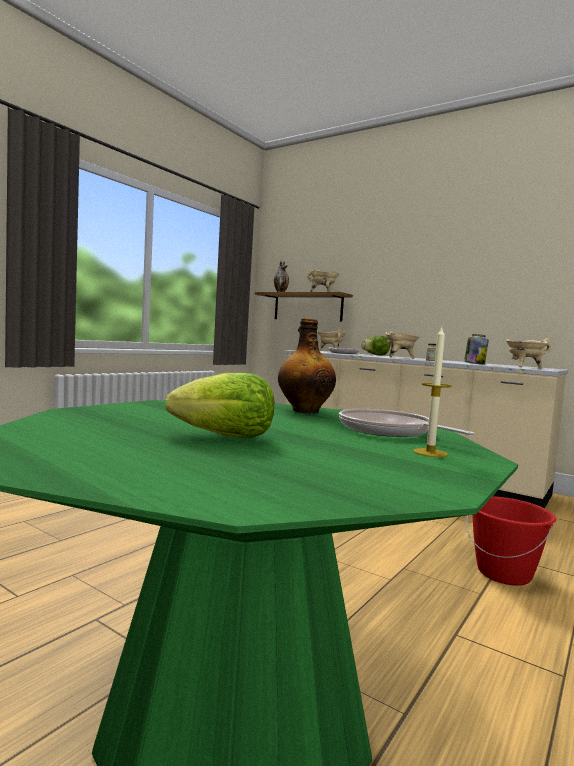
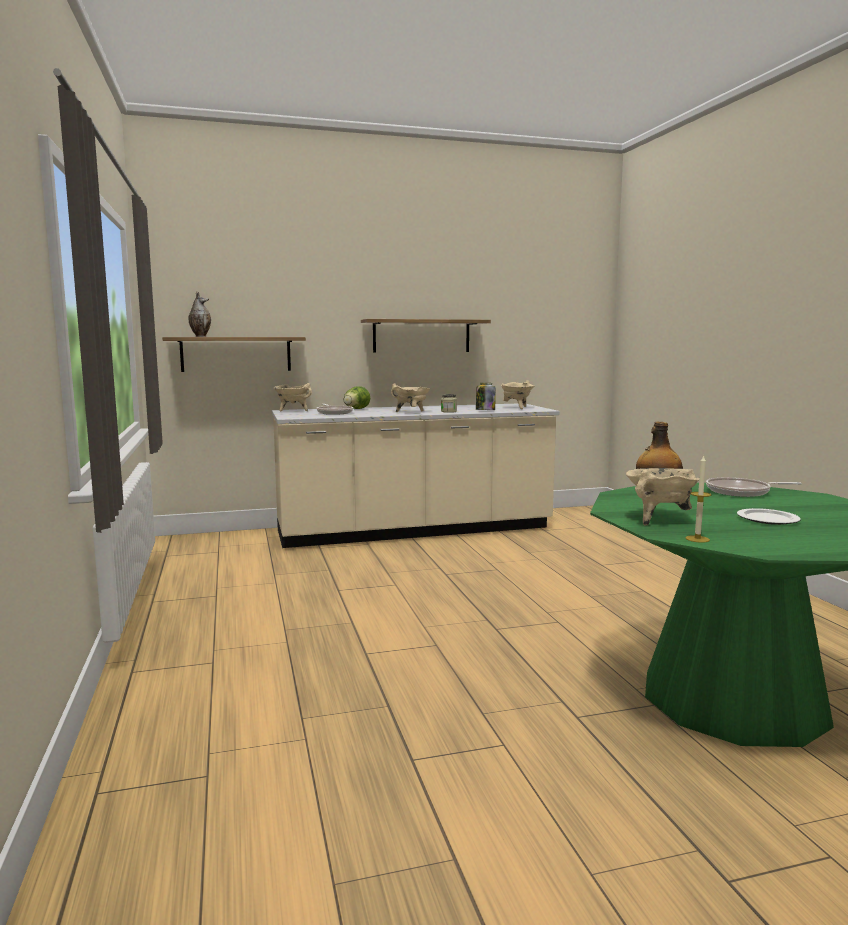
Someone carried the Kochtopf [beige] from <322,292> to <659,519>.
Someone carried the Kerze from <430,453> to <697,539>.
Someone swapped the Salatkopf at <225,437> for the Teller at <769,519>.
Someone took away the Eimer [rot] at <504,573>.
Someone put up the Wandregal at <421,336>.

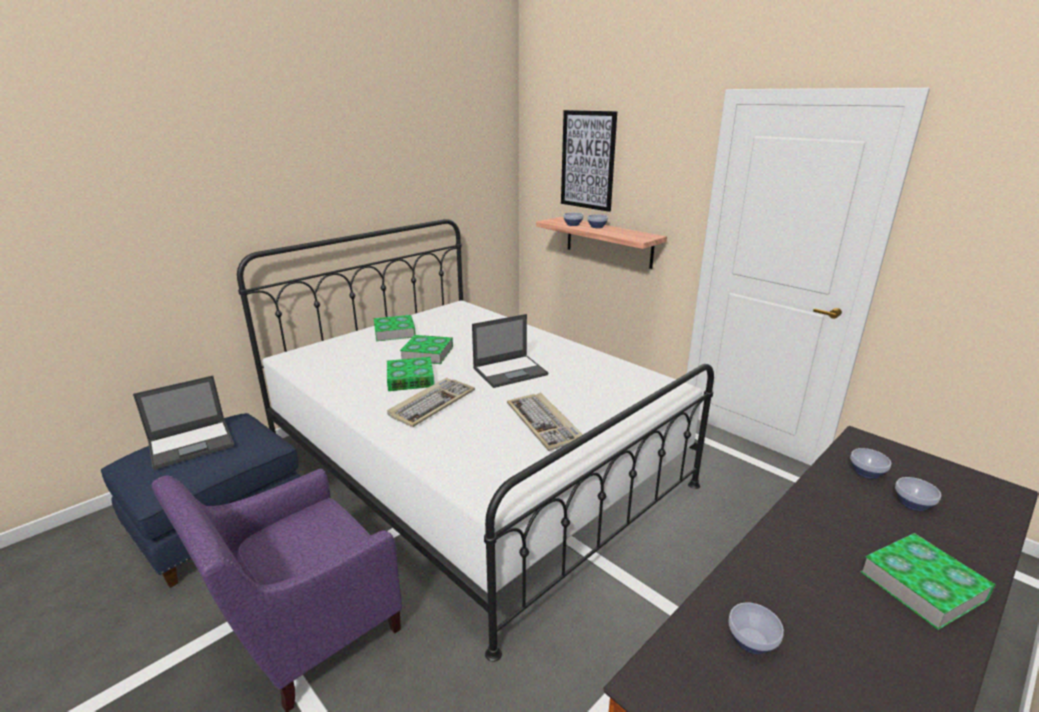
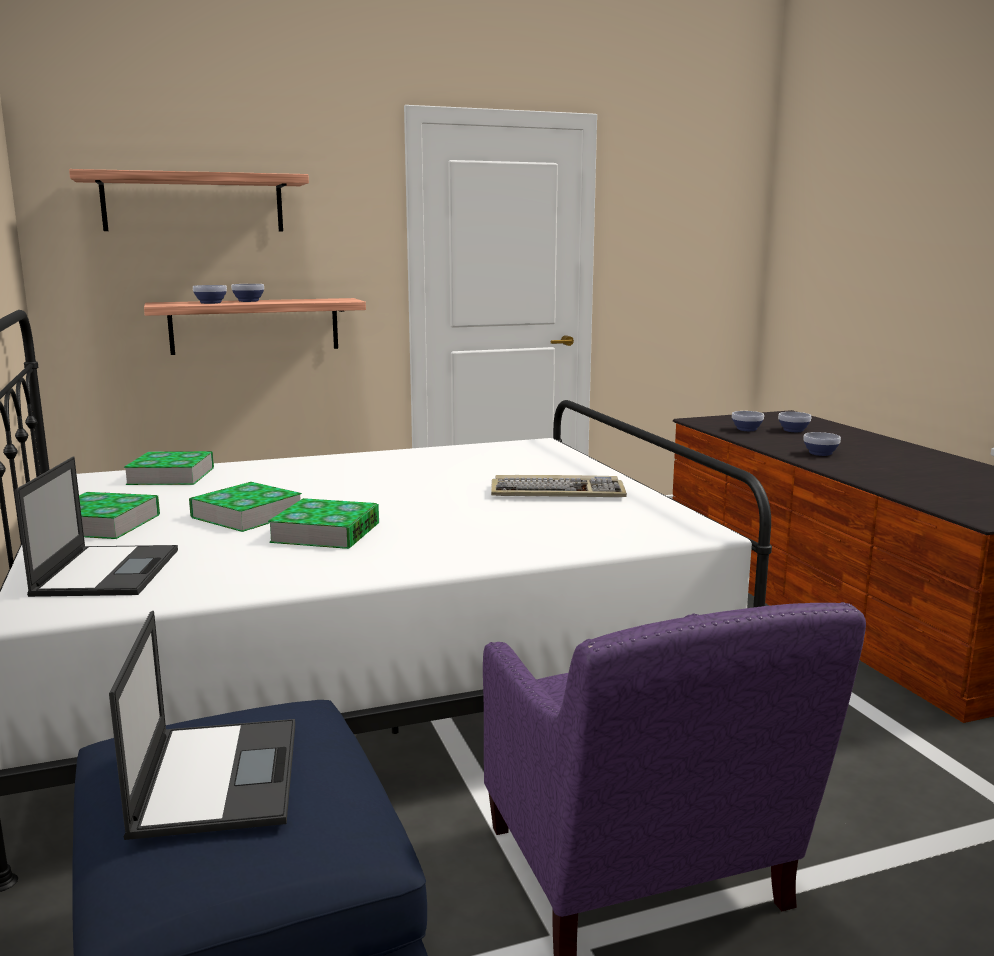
Someone swapped the Bild at <588,160> for the Wandregal at <193,203>.
Someone carried the Laptop from <510,371> to <107,571>.
Someone took away the Tastatur at <432,404>.
Someone carried the Buch from <922,585> to <171,476>.
Someone carried the Schüssel from <753,642> to <821,453>.

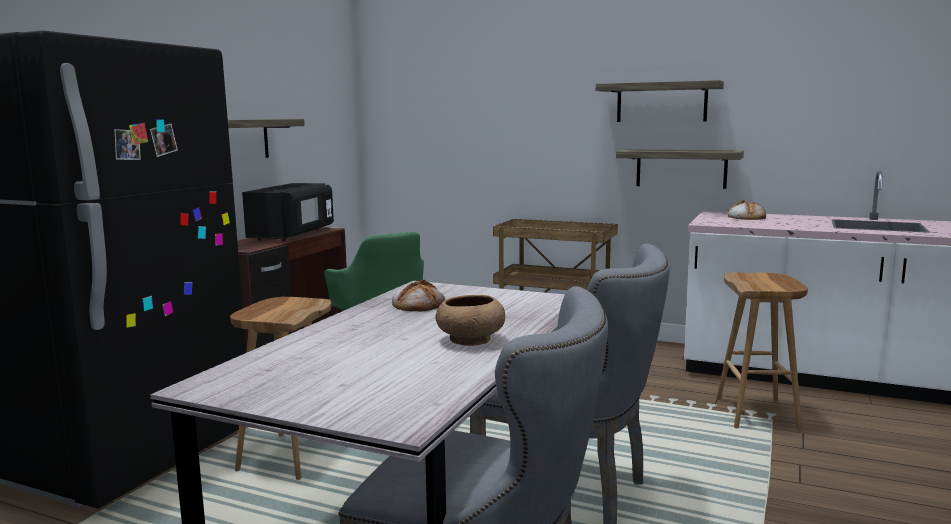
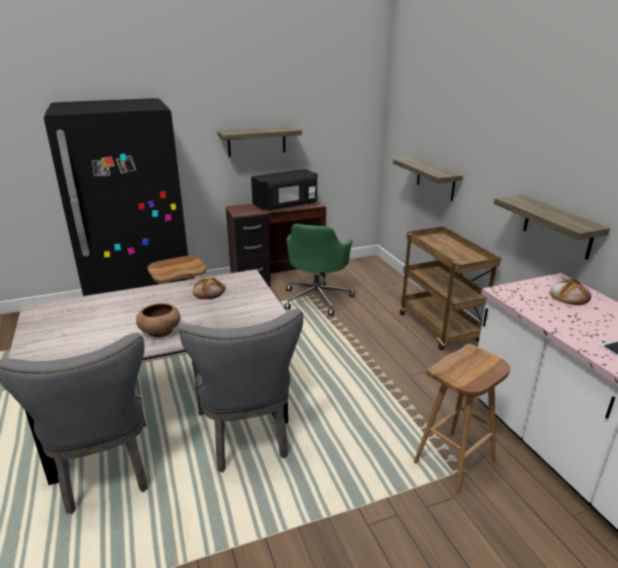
Someone carried the Wandregal from <661,102> to <435,178>.

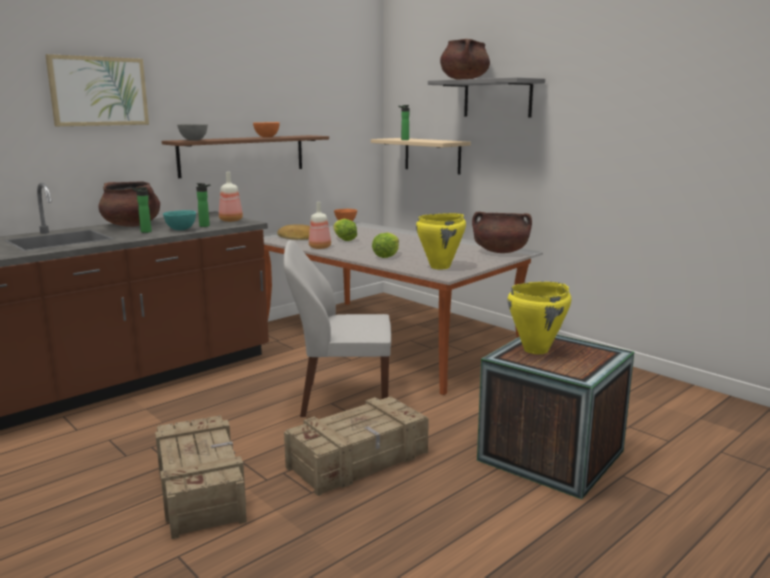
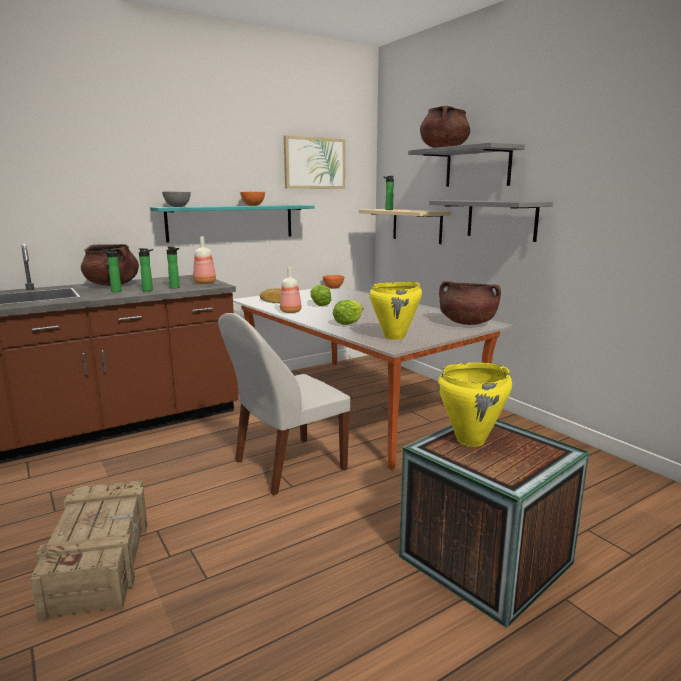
Someone carried the Bild from <99,91> to <314,163>.
Someone repainted the Wandregal [braun] at <243,155>, which became the Wandregal [türkis] at <231,222>.
Someone swapped the Schüssel [türkis] at <181,229> for the Flasche at <149,290>.
Someone rotated the Stuhl [weiß] at <342,399> by 45 degrees counterclockwise.
Someone took away the Kiste at <359,459>.
Someone put up the Wandregal [grau] at <501,219>.

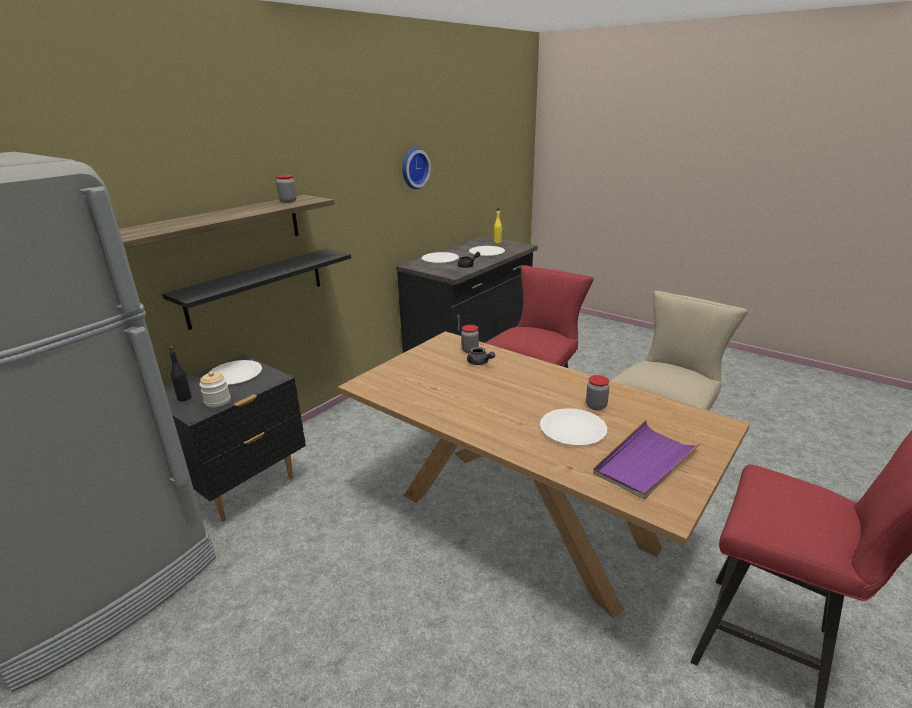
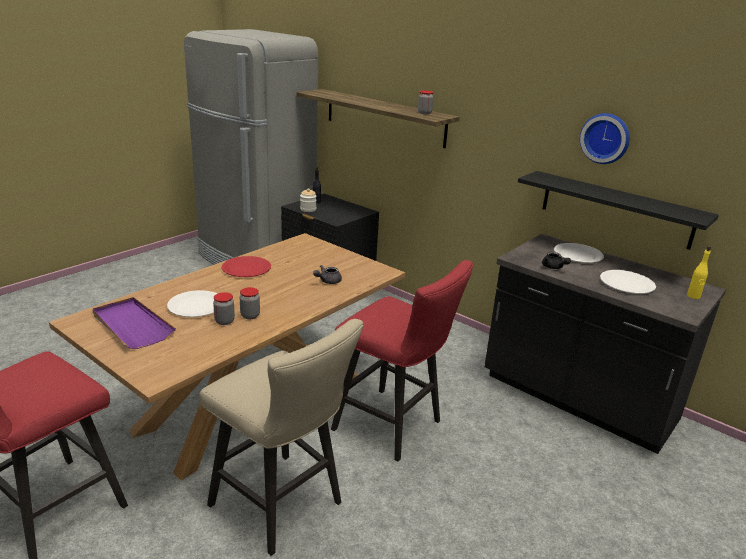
Someone carried the Wandregal [schwarz] from <256,287> to <615,209>.
Someone carried the Vorratsglas from <470,350> to <250,315>.
Someone took away the Teller [weiß] at <235,374>.
Someone put down the Teller [rot] at <246,268>.

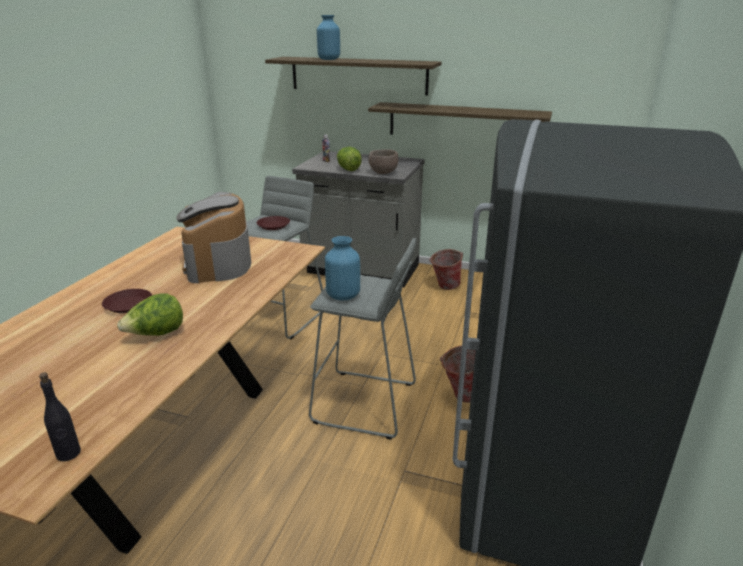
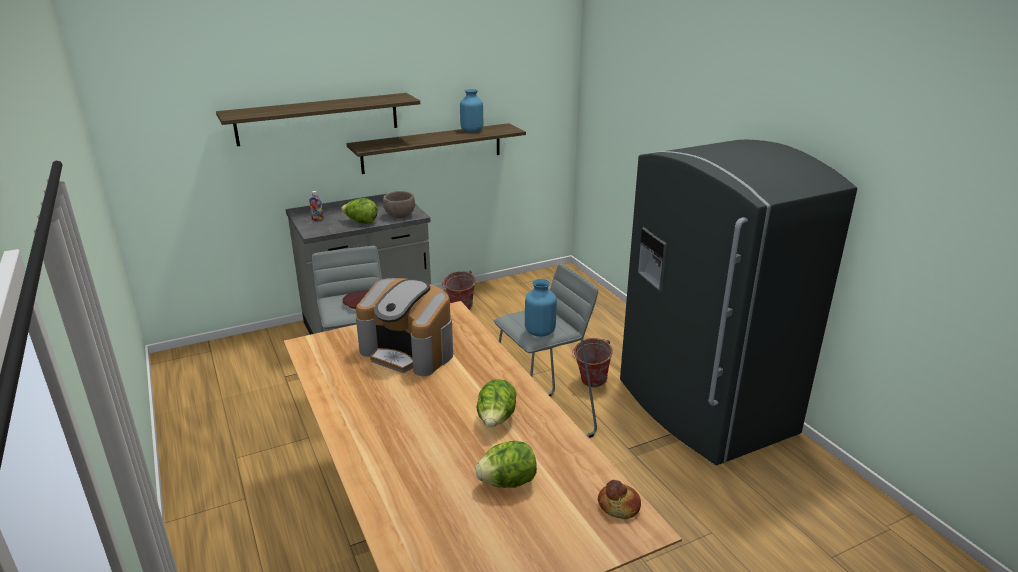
Someone carried the Vase [blau] from <329,59> to <472,131>.
Someone took away the Teller [braun] at <129,304>.
Someone swapped the Flasche [schwarz] at <68,454> for the Brot at <619,505>.
Someone put down the Salatkopf at <508,482>.

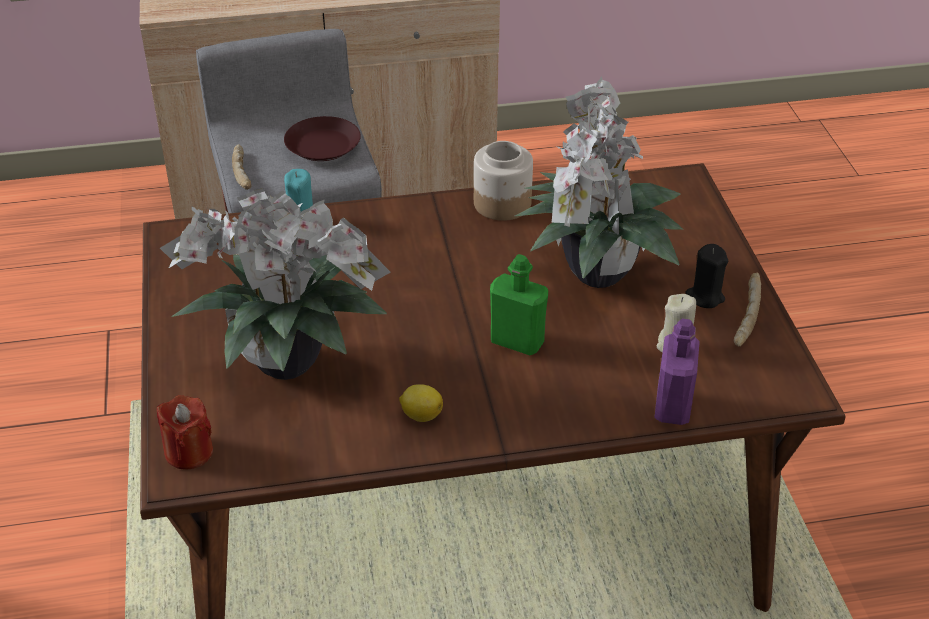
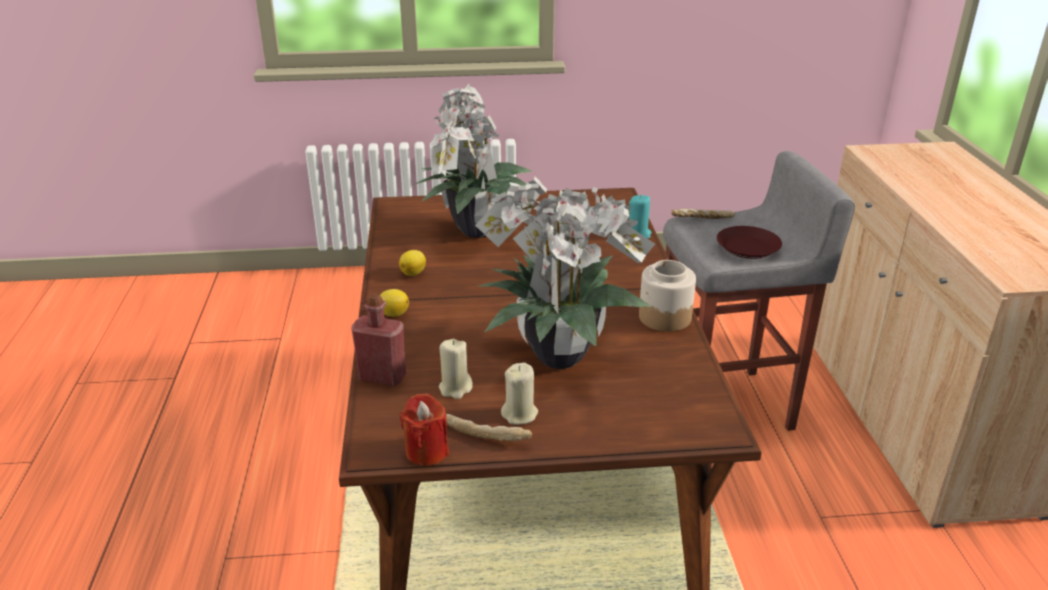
Someone repainted the Kerze [schwarz] at <705,297>, which became the Kerze [beige] at <520,414>.
Someone took away the Flasche [grün] at <517,342>.
Someone repainted the Flasche [lila] at <672,407>, which became the Flasche [rot] at <382,377>.
Someone carried the Kerze [rot] from <189,452> to <426,451>.
Someone put down the Zitrone at <393,314>.

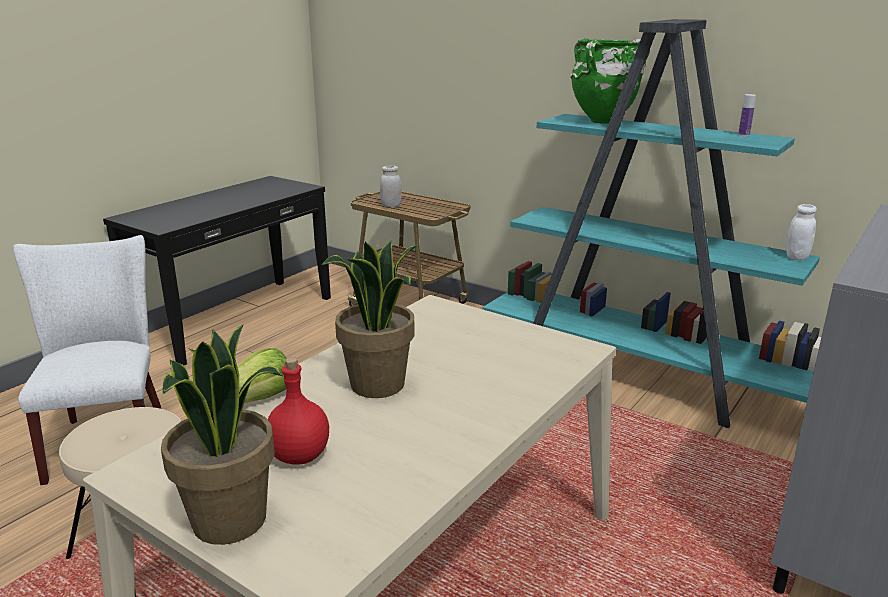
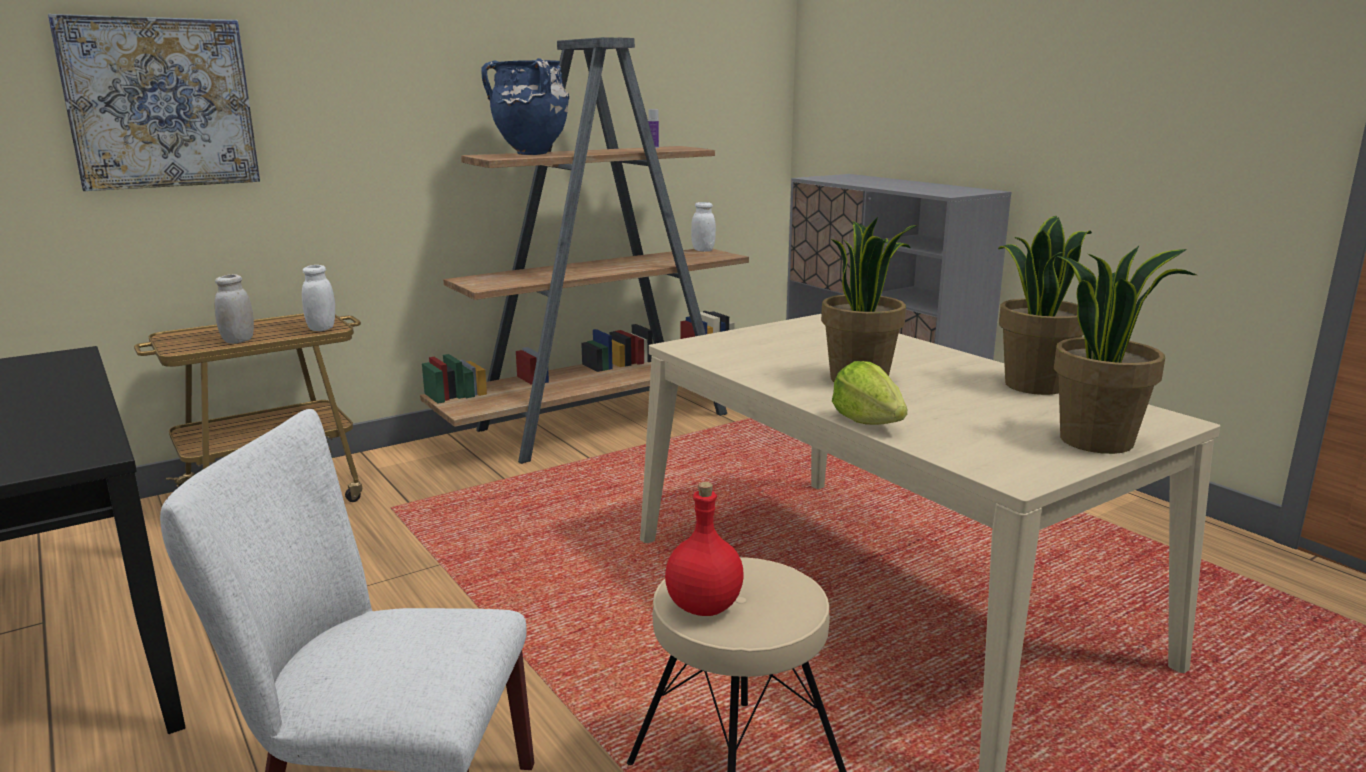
Someone repainted the Bücherregal [türkis] at <638,374>, which became the Bücherregal [braun] at <608,421>.
Someone repainted the Vase [grün] at <601,122>, which became the Vase [blau] at <532,154>.
Someone carried the Flasche [rot] from <300,456> to <705,606>.
Someone put up the Bild at <160,103>.
Someone put down the Topfpflanze at <1034,385>.
Someone put down the Vorratsglas [weiß] at <322,328>.

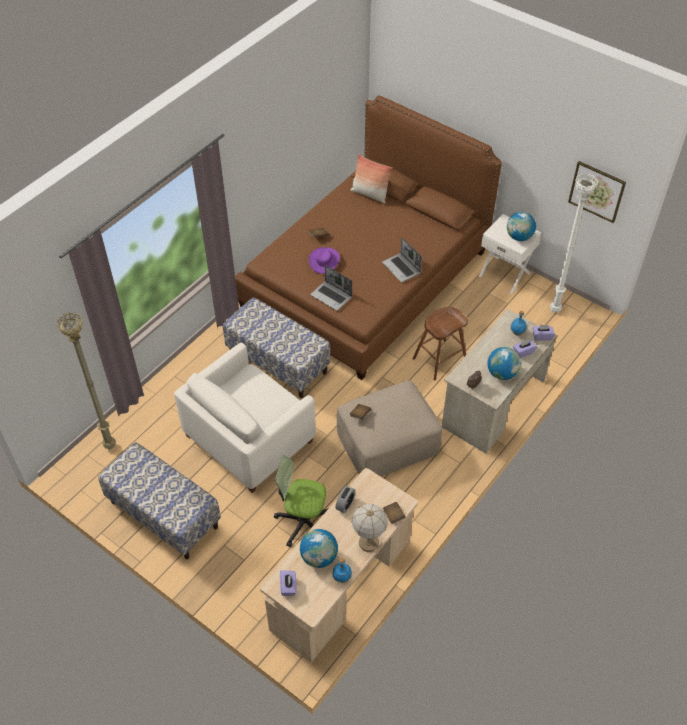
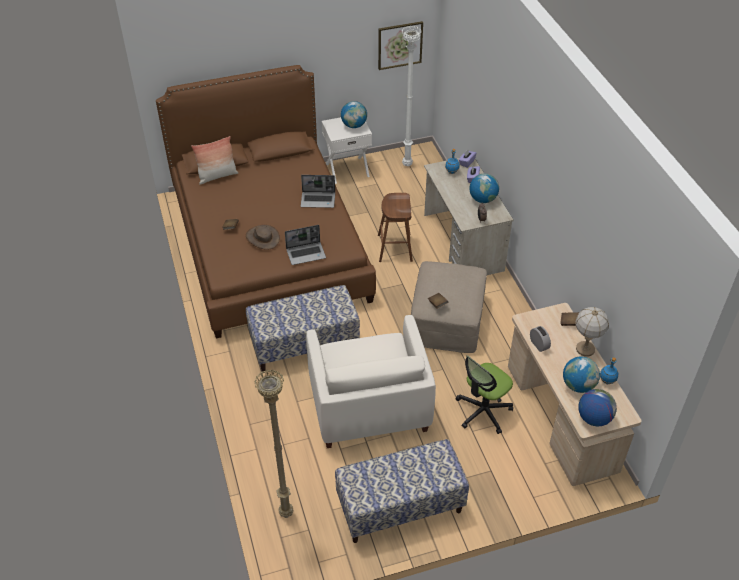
Someone repainted the Hut [lila] at <324,260>, which became the Hut [braun] at <263,238>.
Someone swapped the Taschentuchbox [lila] at <288,587> for the Globus at <594,418>.

